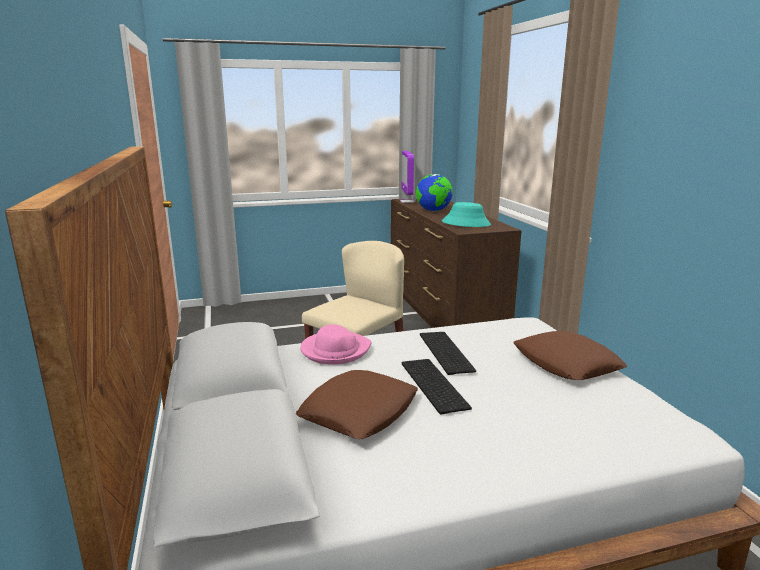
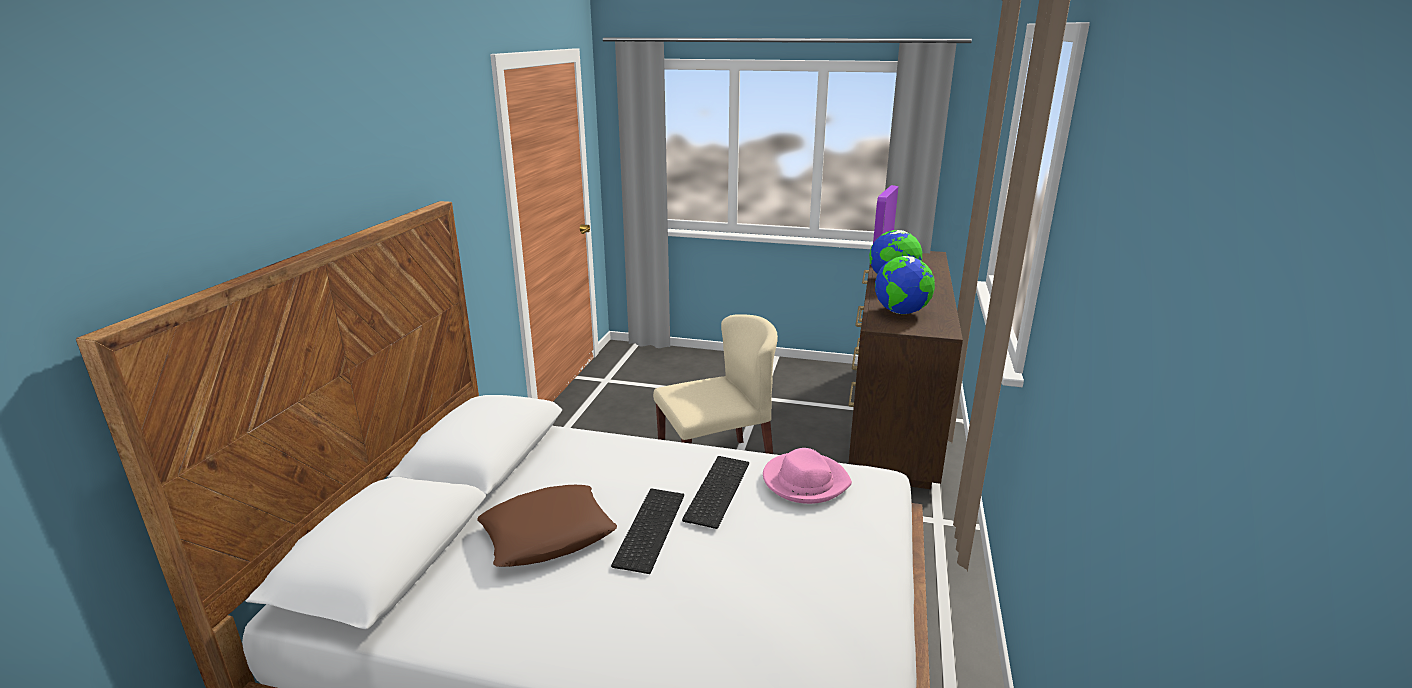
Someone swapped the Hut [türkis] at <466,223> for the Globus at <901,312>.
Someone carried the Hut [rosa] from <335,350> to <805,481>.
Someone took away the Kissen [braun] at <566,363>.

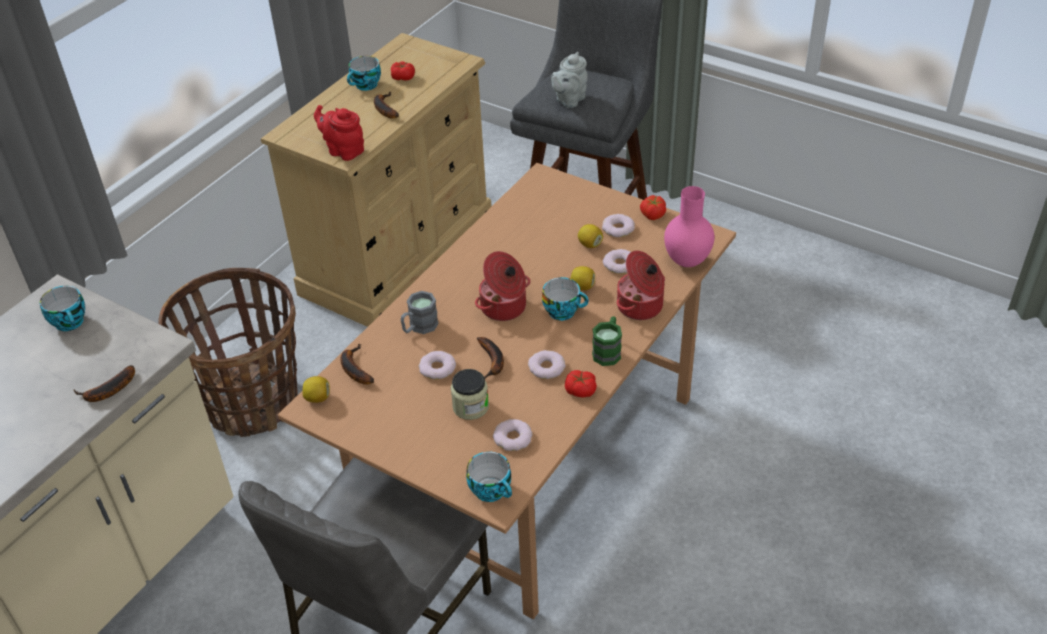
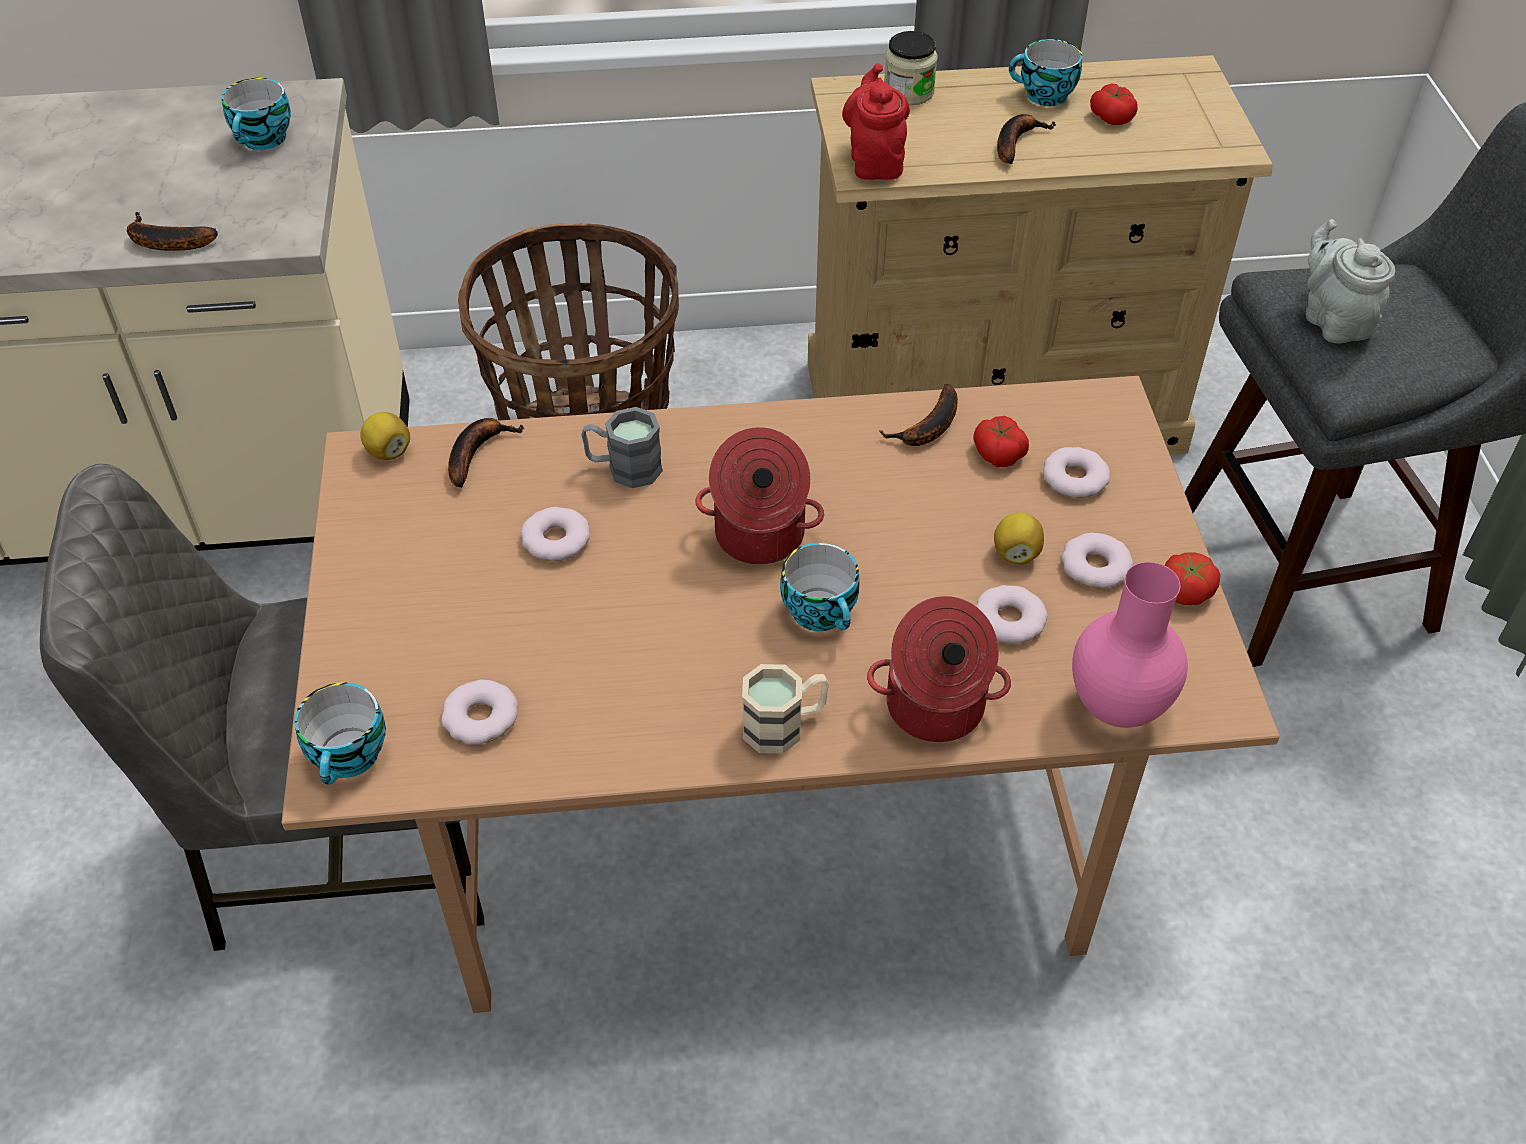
Someone rotated the Teekanne [grau] at <569,100> by 75 degrees clockwise.
Someone took away the Zitrone at <582,287>.
Someone repainted the Henkelbecher [grün] at <608,351>, which became the Henkelbecher [beige] at <784,725>.
Someone carried the Banane from <492,362> to <928,428>.
Someone carried the Donut from <546,368> to <1074,478>.
Someone carried the Vorratsglas from <470,407> to <908,92>.
Someone carried the Tomate from <580,390> to <998,453>.

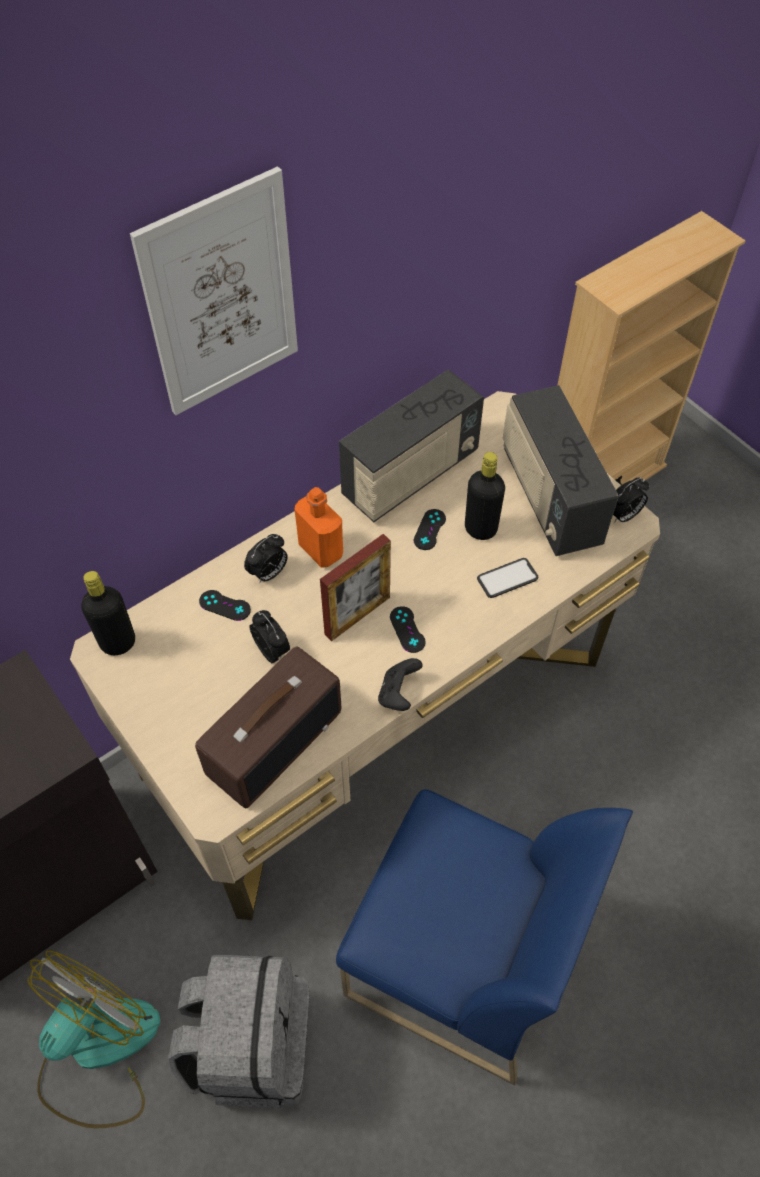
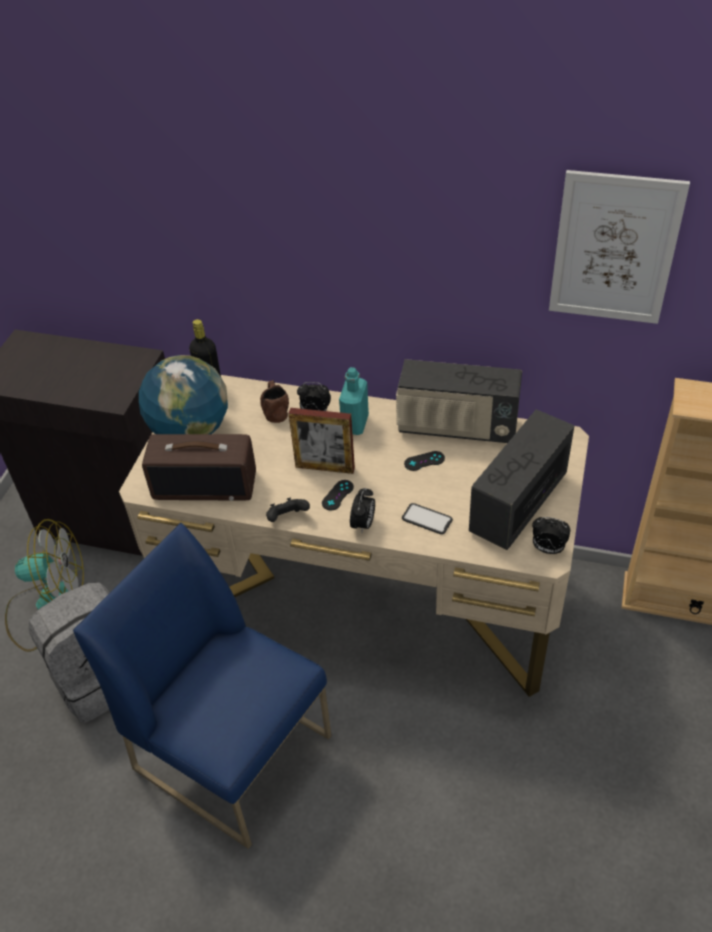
Someone carried the Bild from <221,297> to <614,249>.
Someone took away the Flasche [schwarz] at <480,529>.
Someone repainted the Flasche [orange] at <321,550>, which became the Flasche [türkis] at <355,424>.
Someone swapped the Gamepad [schwarz] at <224,605> for the Henkelbecher [braun] at <275,410>.
Someone carried the Wecker from <272,651> to <363,524>.
Someone rotated the Stuhl [blau] at <459,959> by 135 degrees clockwise.
Someone put down the Globus at <190,431>.

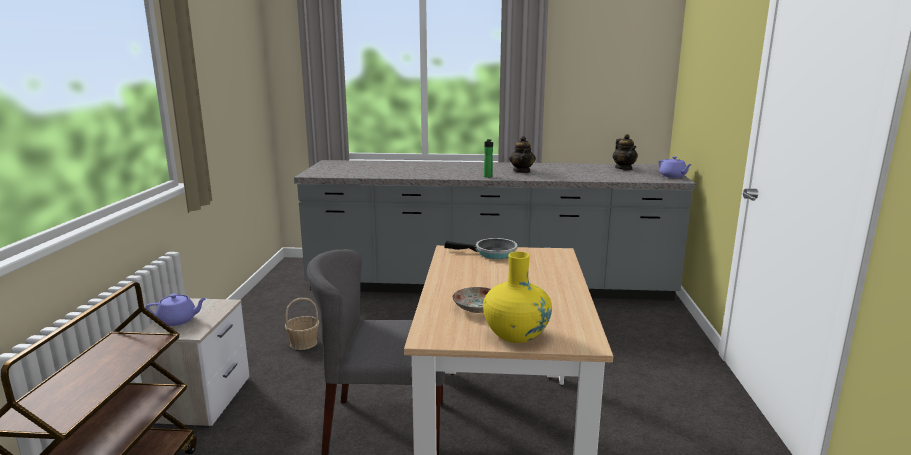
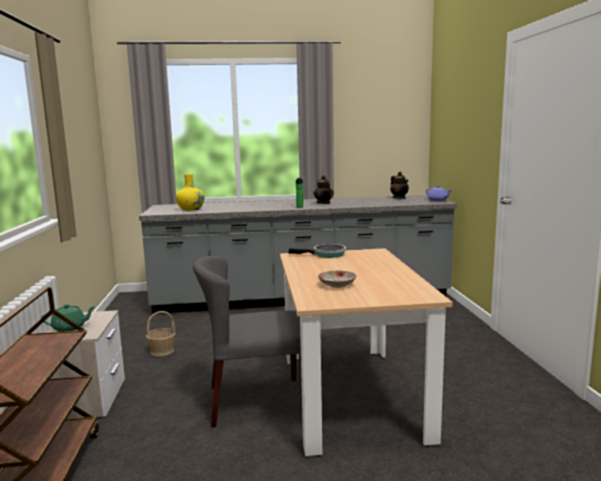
Someone carried the Vase [gelb] from <516,334> to <190,209>.
Someone repainted the Teekanne [lila] at <178,320>, which became the Teekanne [grün] at <70,328>.

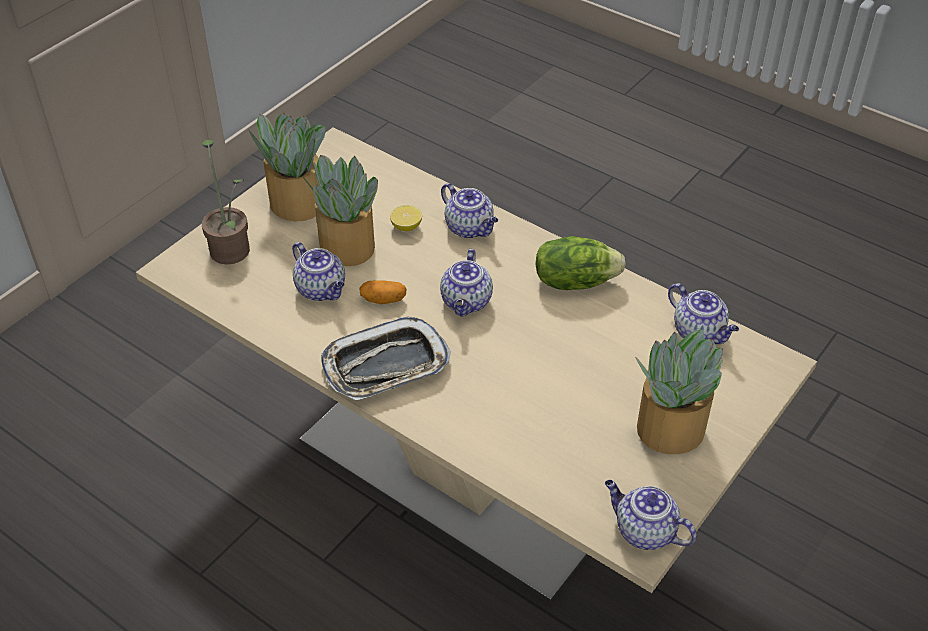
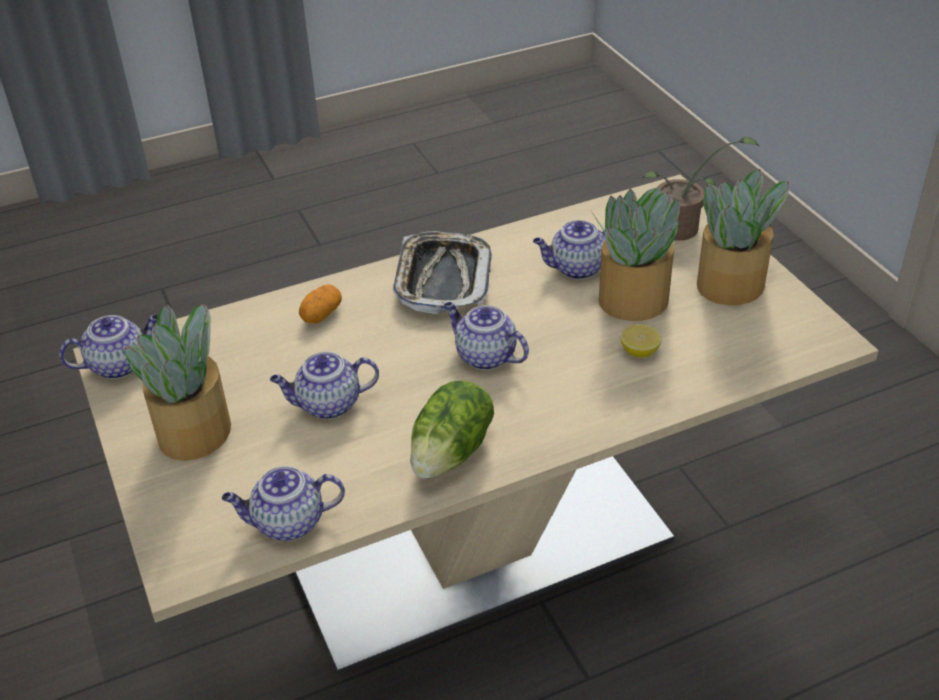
Someone carried the Teekanne from <470,228> to <327,405>.
Someone carried the Kartoffel from <383,299> to <321,314>.

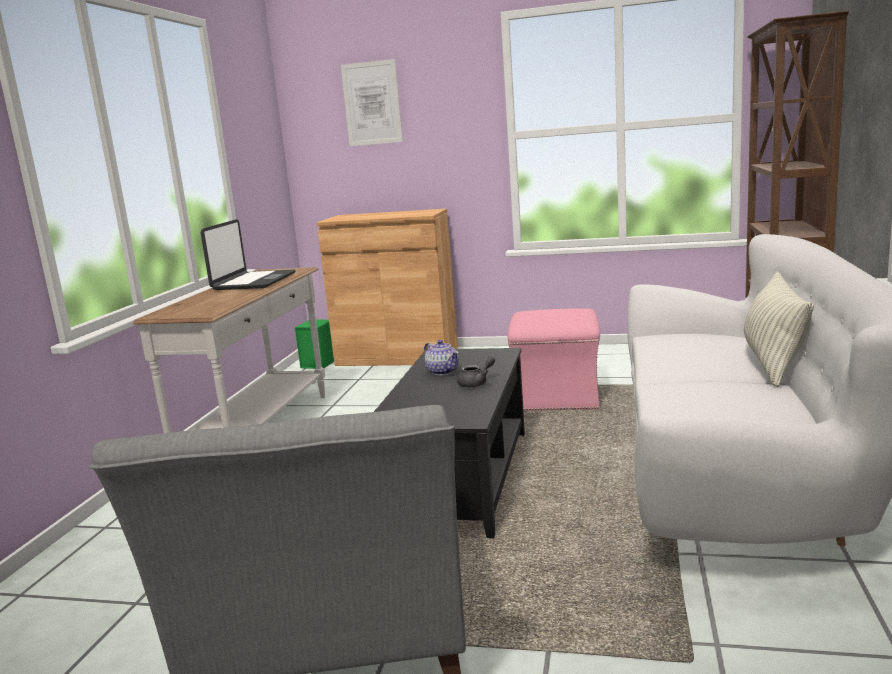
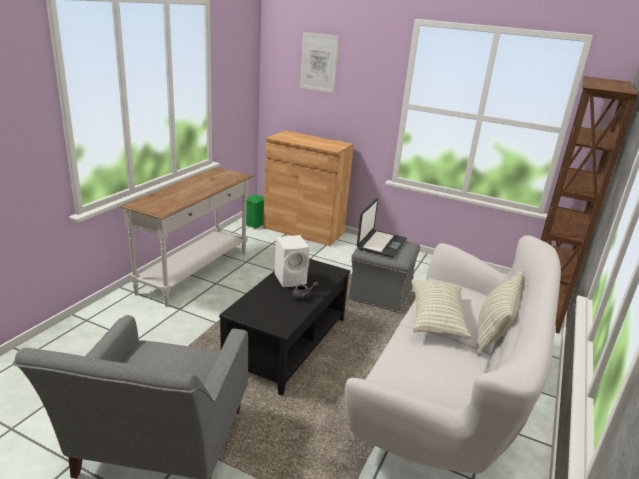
Someone carried the Laptop from <253,282> to <381,244>.
Someone repainted the Polsterhocker [rosa] at <556,397>, which became the Polsterhocker [grau] at <380,294>.
Someone swapped the Teekanne at <442,371> for the Lautsprecher [weiß] at <291,279>.
Someone put down the Kissen at <436,319>.

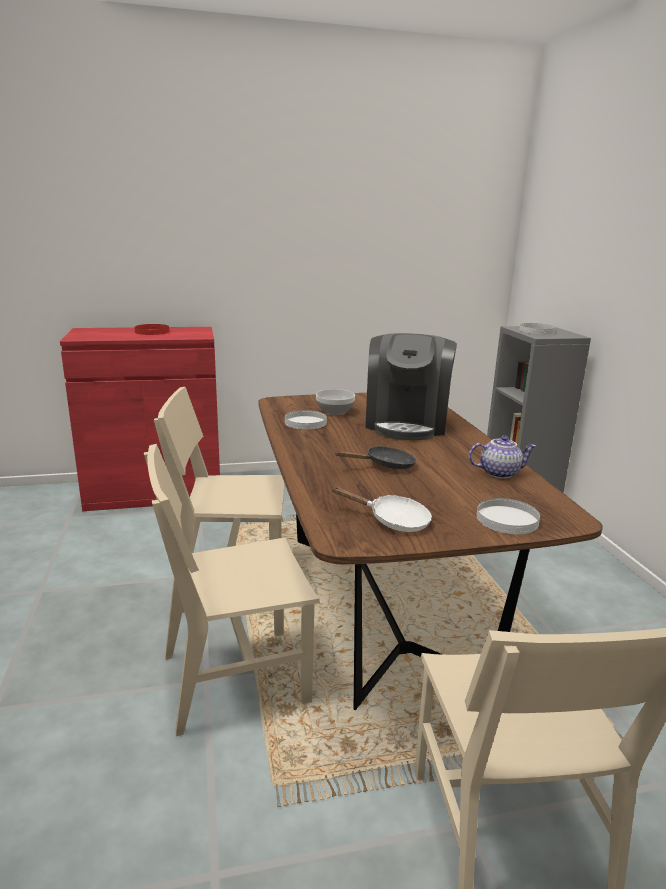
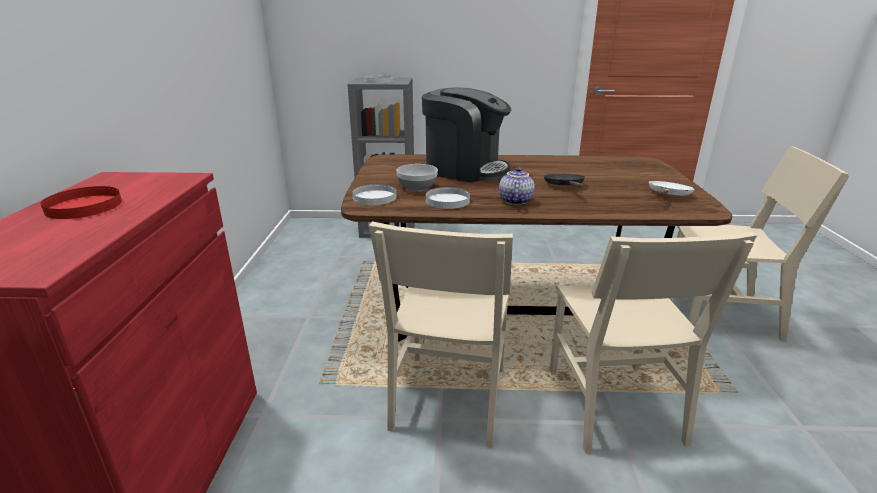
Someone carried the Teekanne from <499,472> to <514,200>.
Someone carried the Teller [weiß] from <506,519> to <374,197>.

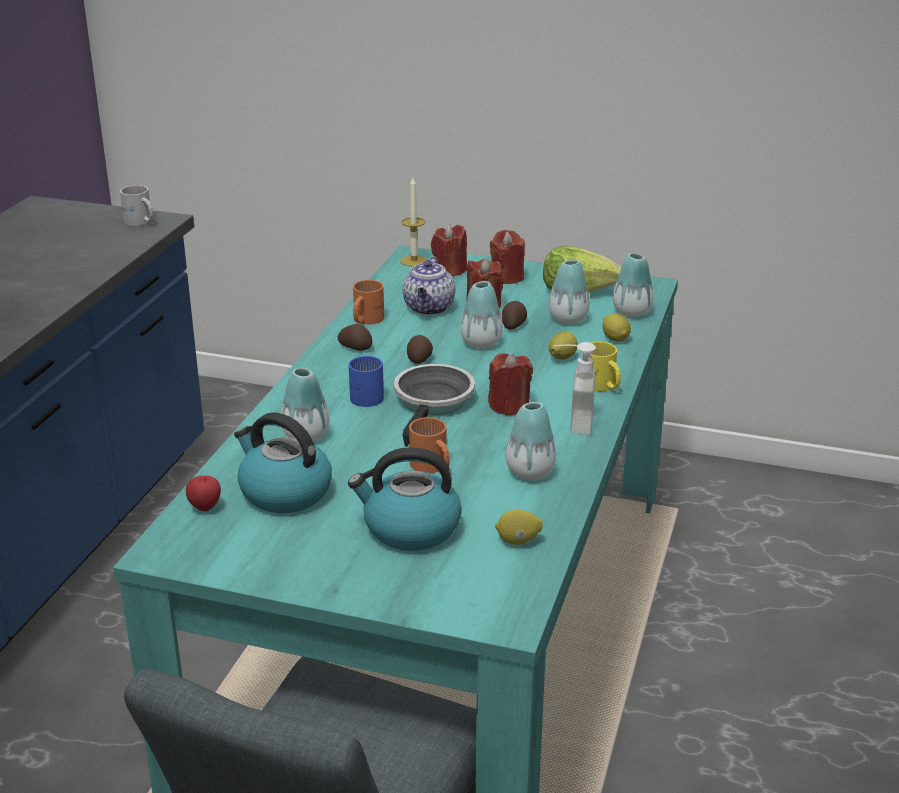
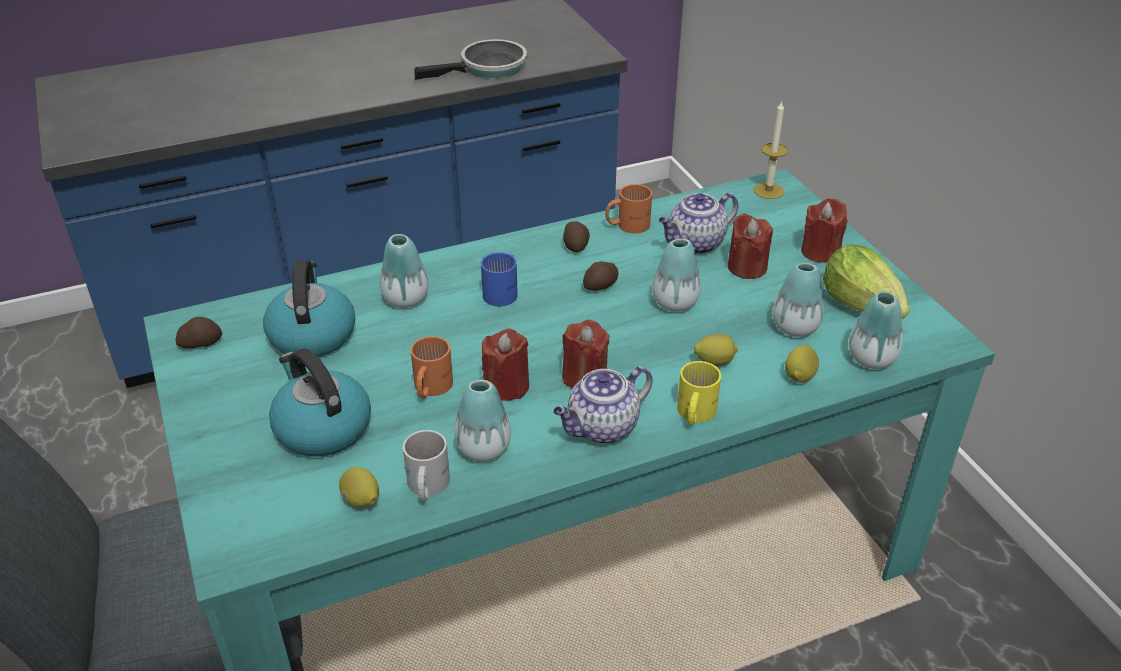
Someone carried the Henkelbecher [weiß] from <140,222> to <425,486>.
Someone carried the Kerze [rot] from <449,270> to <506,386>.
Someone carried the Kartoffel from <513,324> to <200,343>.
Someone swapped the Seifenspender at <571,422> for the Teekanne at <602,428>.
Someone carried the Pfanne from <433,403> to <488,69>.
Someone took away the Apfel at <205,507>.

